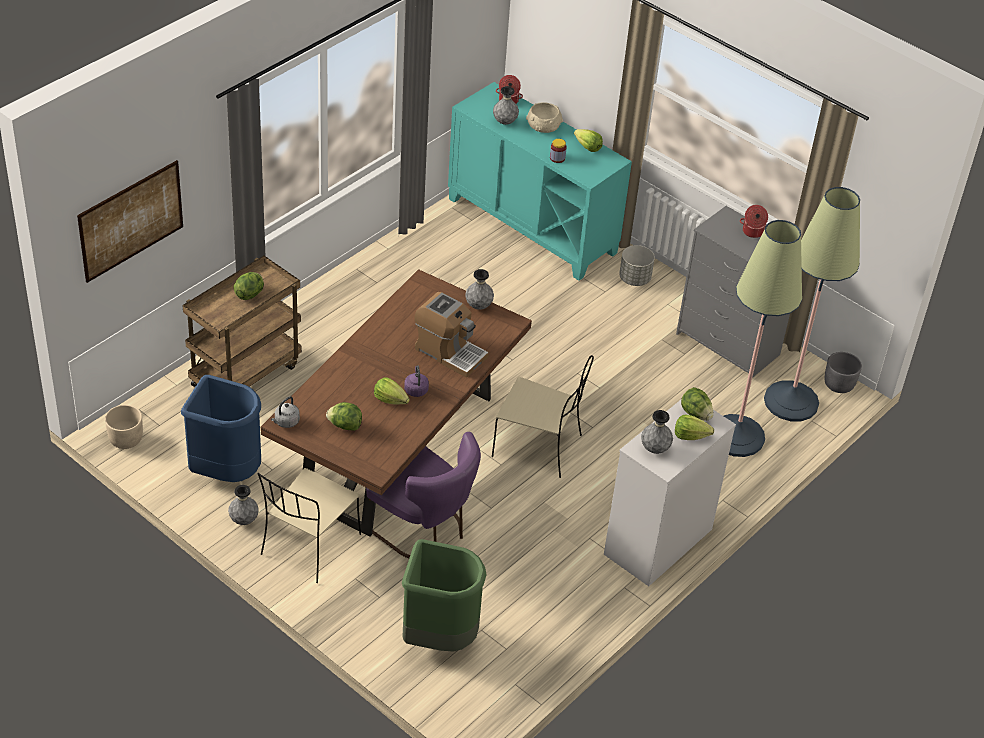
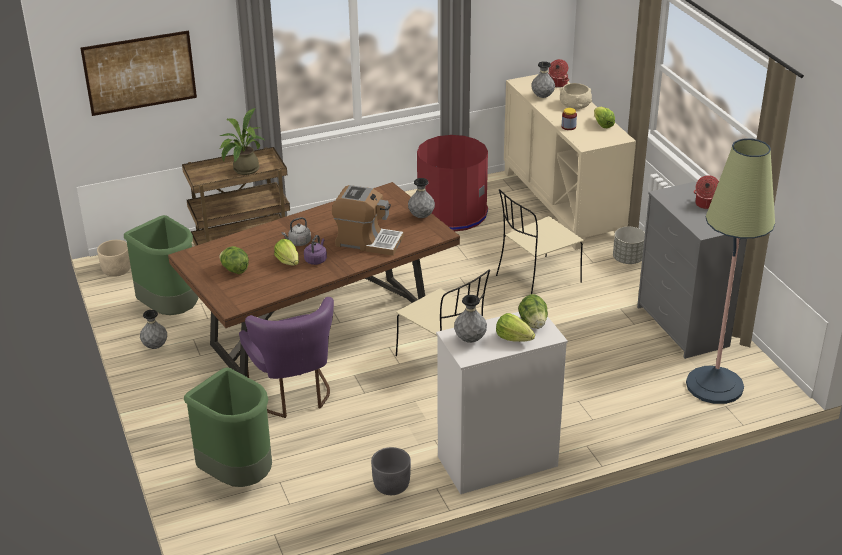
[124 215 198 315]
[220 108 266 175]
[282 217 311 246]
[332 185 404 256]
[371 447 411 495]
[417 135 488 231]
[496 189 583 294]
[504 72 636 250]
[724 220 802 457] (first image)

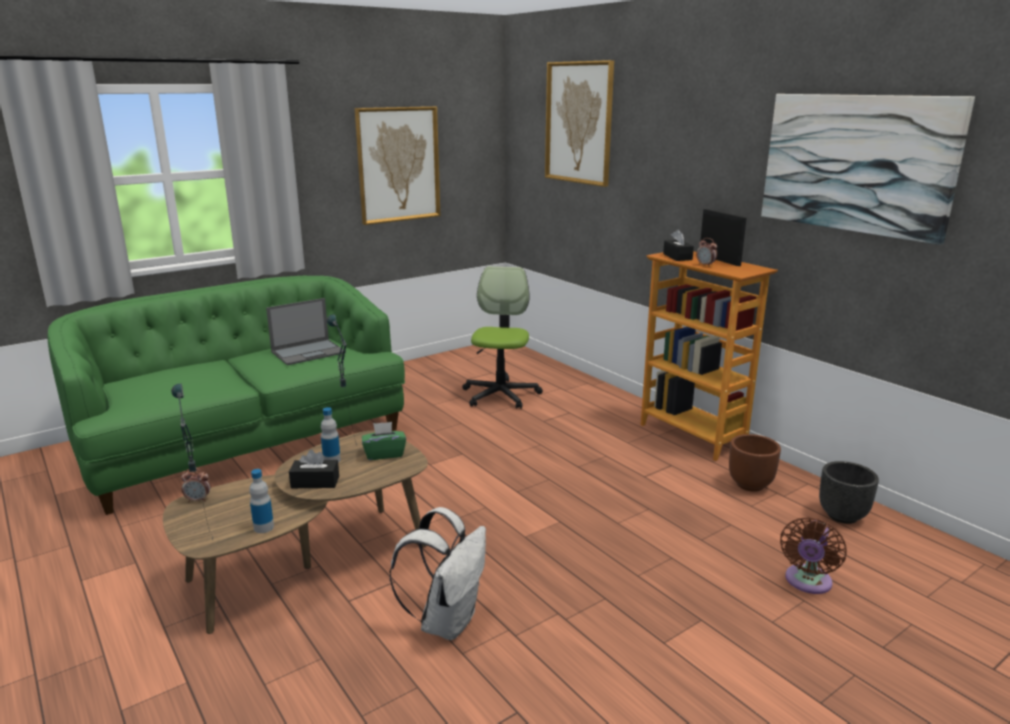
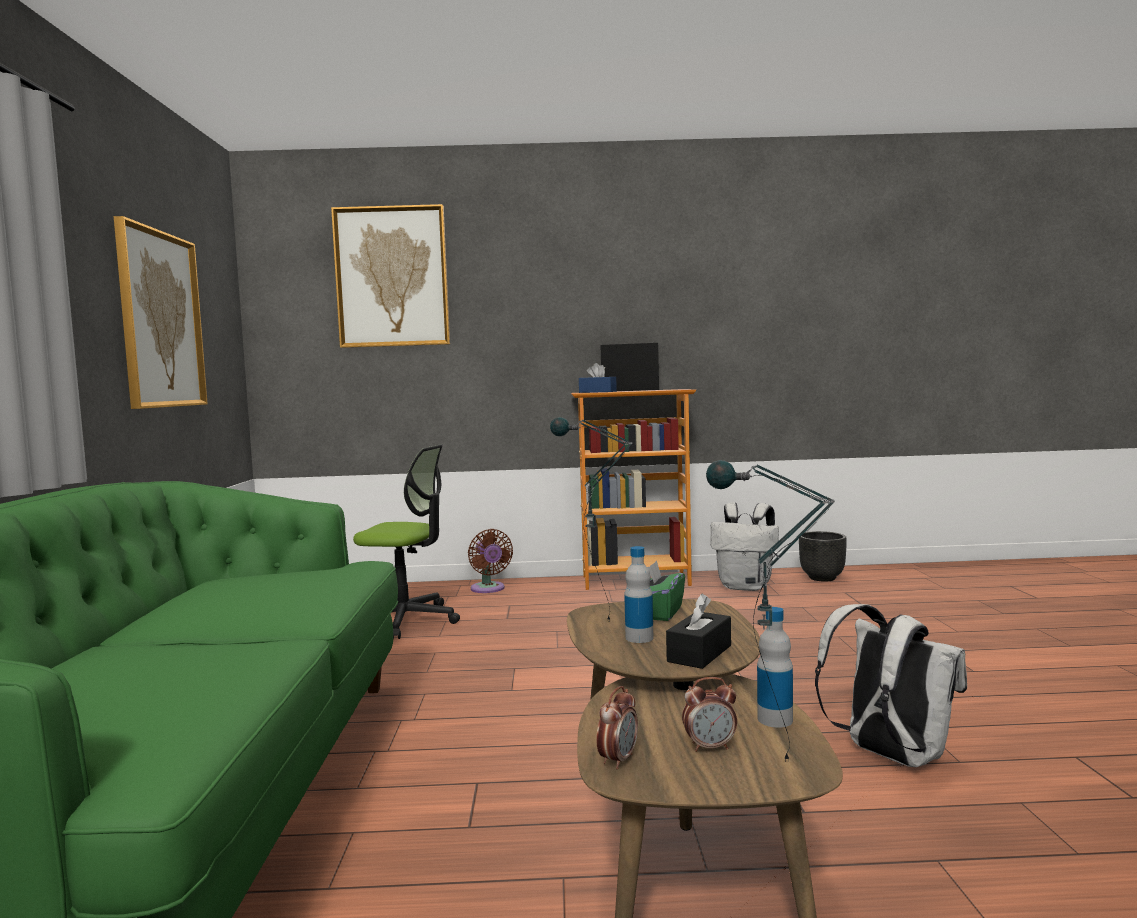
[353 444 460 639]
[468 529 513 593]
[579 363 617 393]
[682 677 737 752]
[710 502 779 591]
[266 298 346 365] (first image)
[761 94 975 245] (first image)

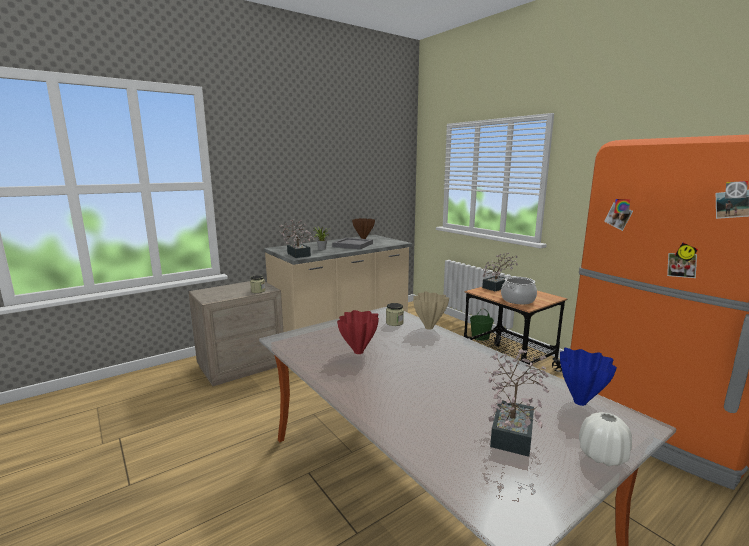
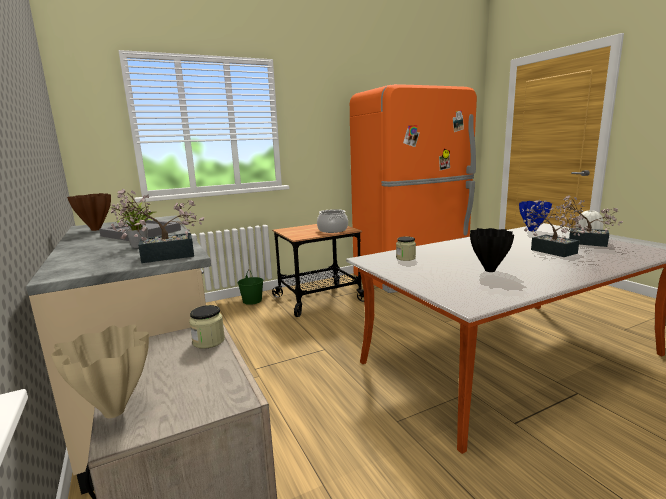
[51 324 149 418]
[470 228 514 272]
[522 200 589 257]

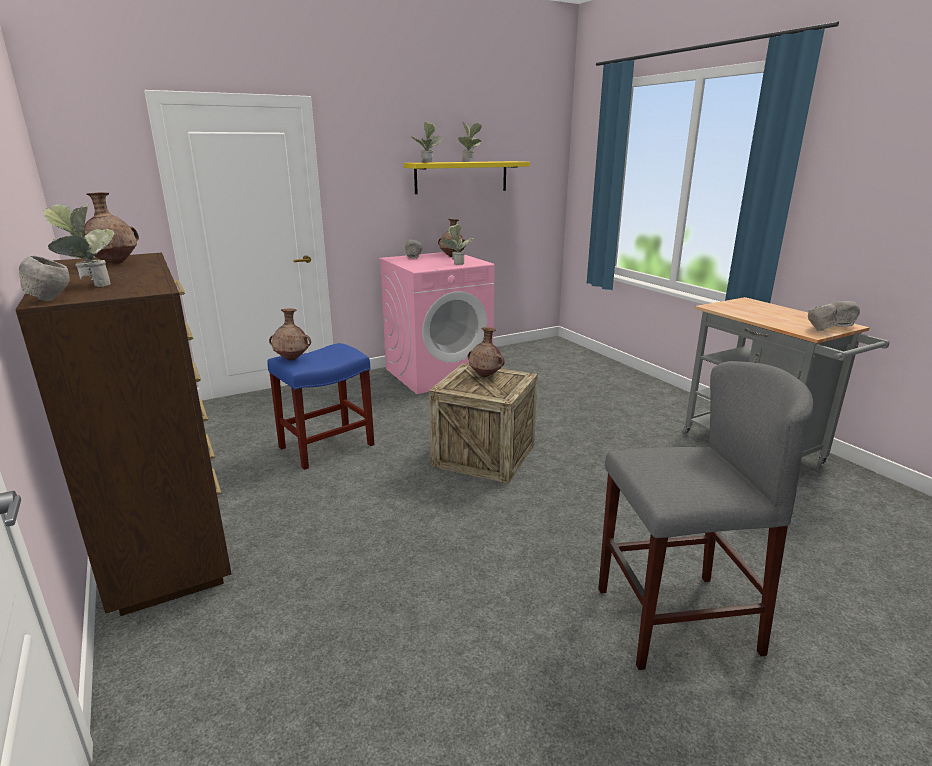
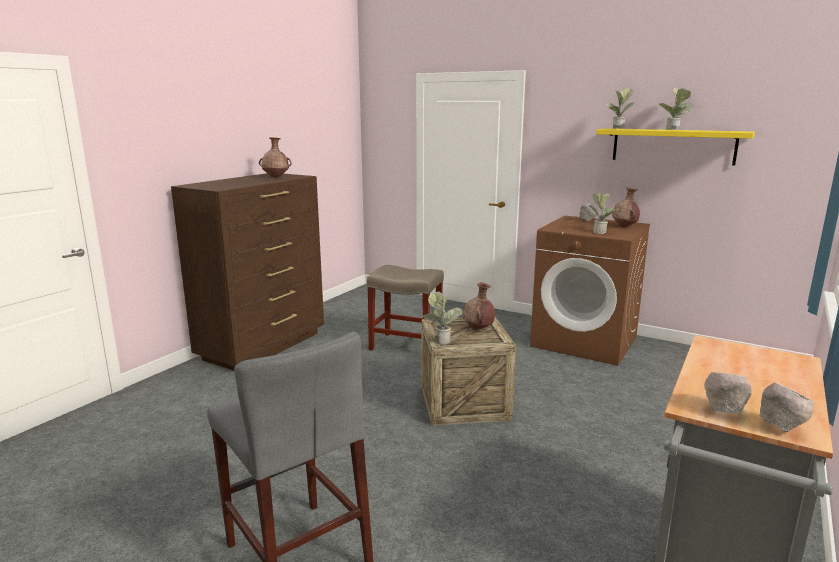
[367 265 444 350]
[422 292 462 344]
[530 216 650 366]
[19 255 70 301] (first image)
[269 309 311 361] (first image)

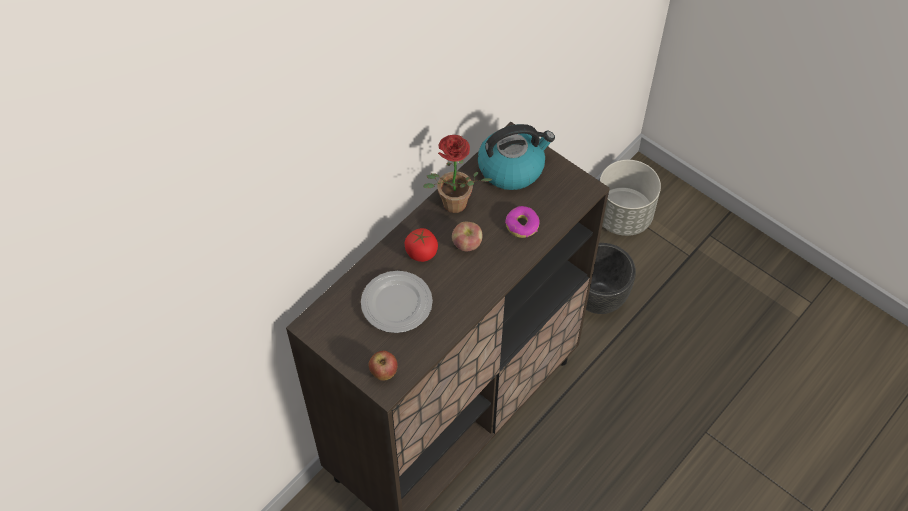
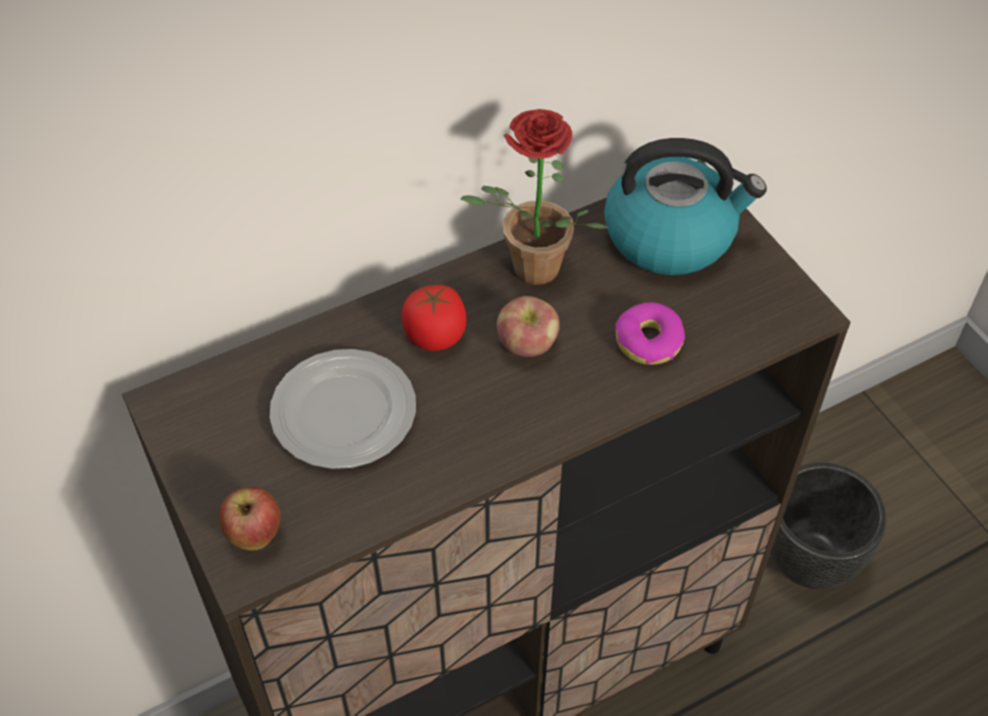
[600 160 661 236] (first image)

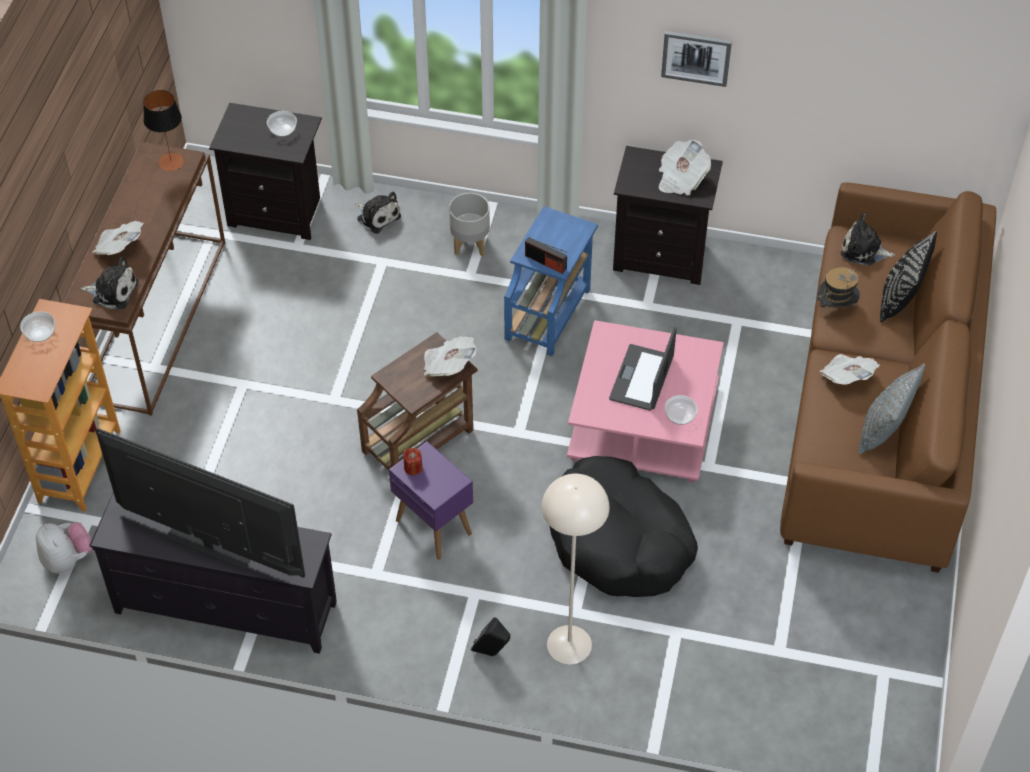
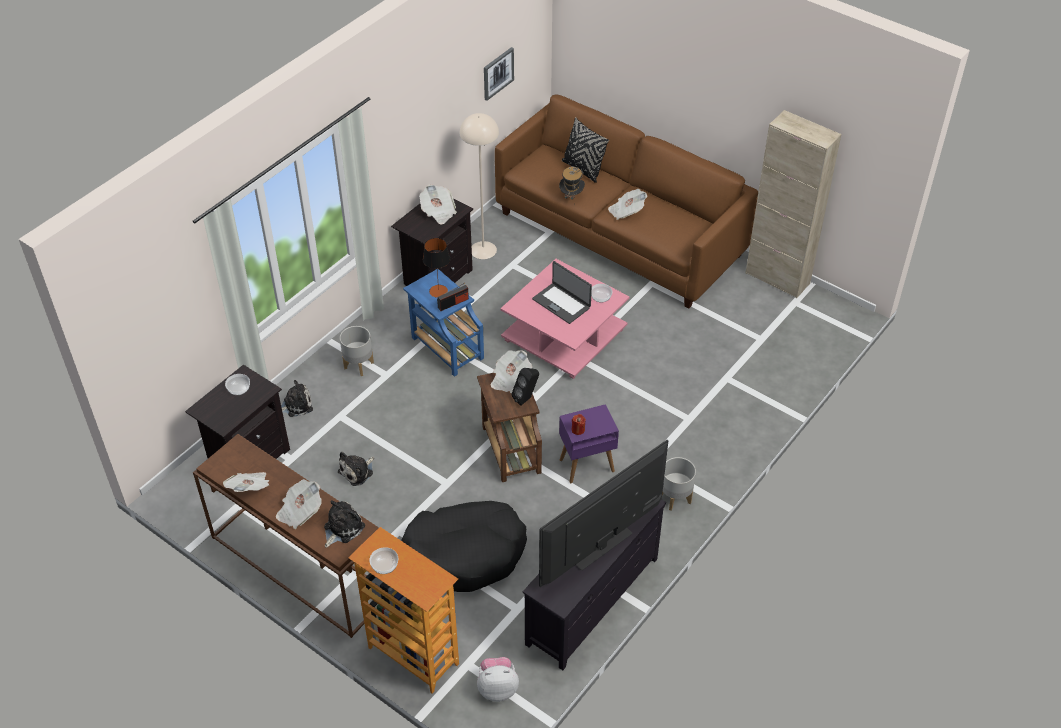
[223 472 269 492]
[338 452 374 486]
[401 501 527 592]
[423 238 450 298]
[460 113 499 259]
[484 47 514 101]
[511 368 539 406]
[662 457 696 511]
[746 110 841 298]
[859 364 925 455] (first image)

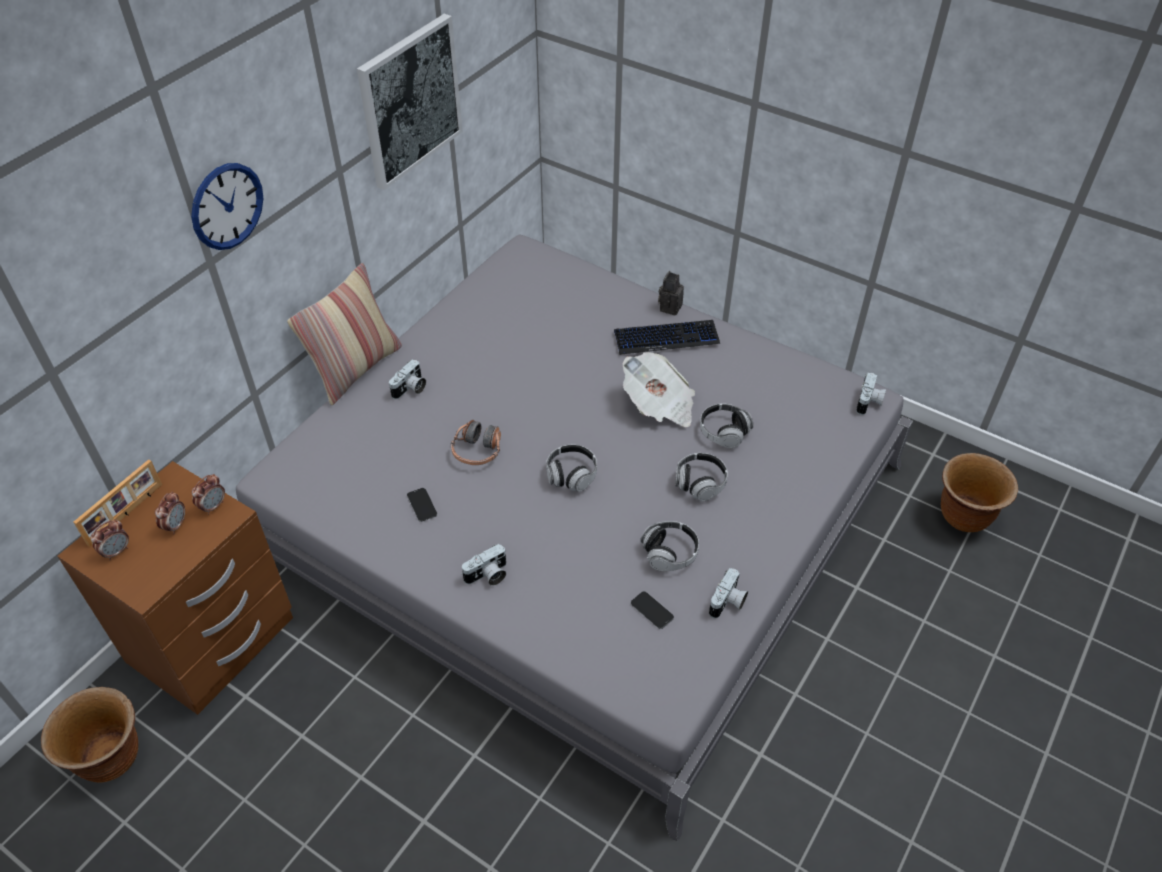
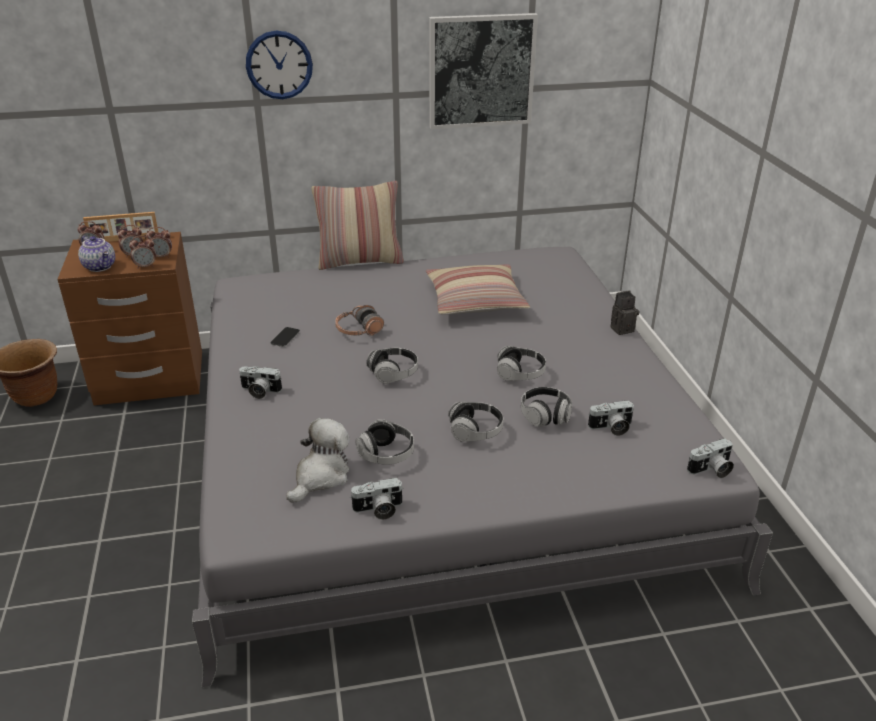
[78 236 115 272]
[129 236 156 269]
[286 418 350 503]
[426 264 530 315]
[496 346 546 381]
[588 400 634 436]
[614 320 720 355] (first image)
[941 453 1018 532] (first image)

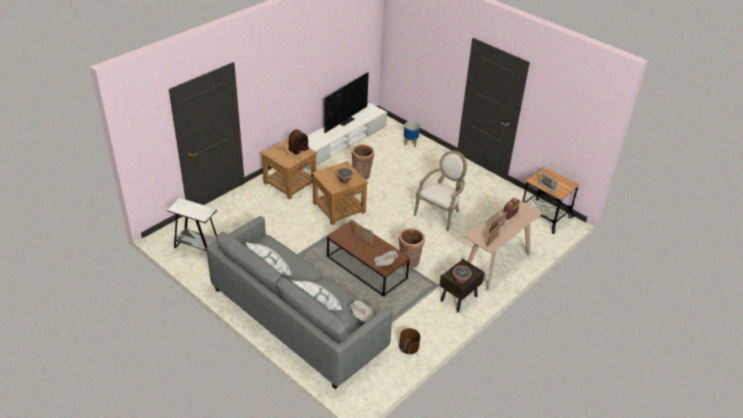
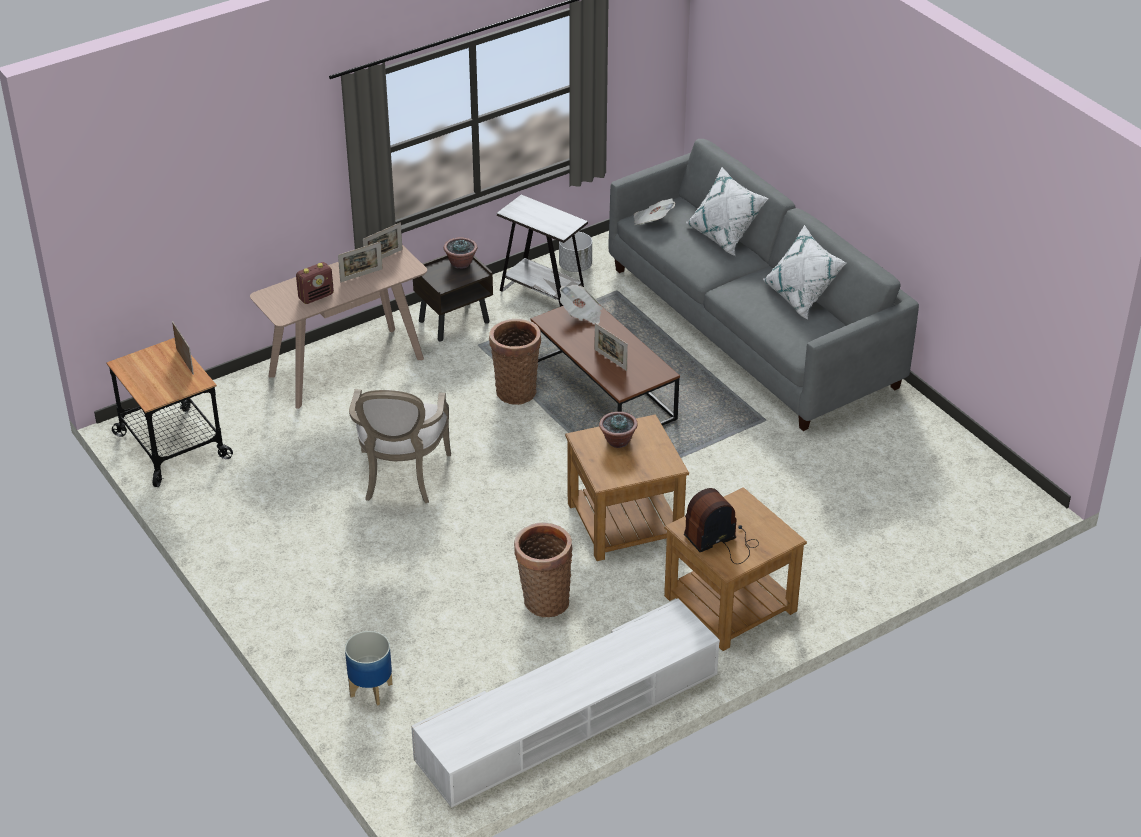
[349 389 451 503]
[497 195 588 307]
[559 232 592 272]
[324 72 369 133] (first image)

